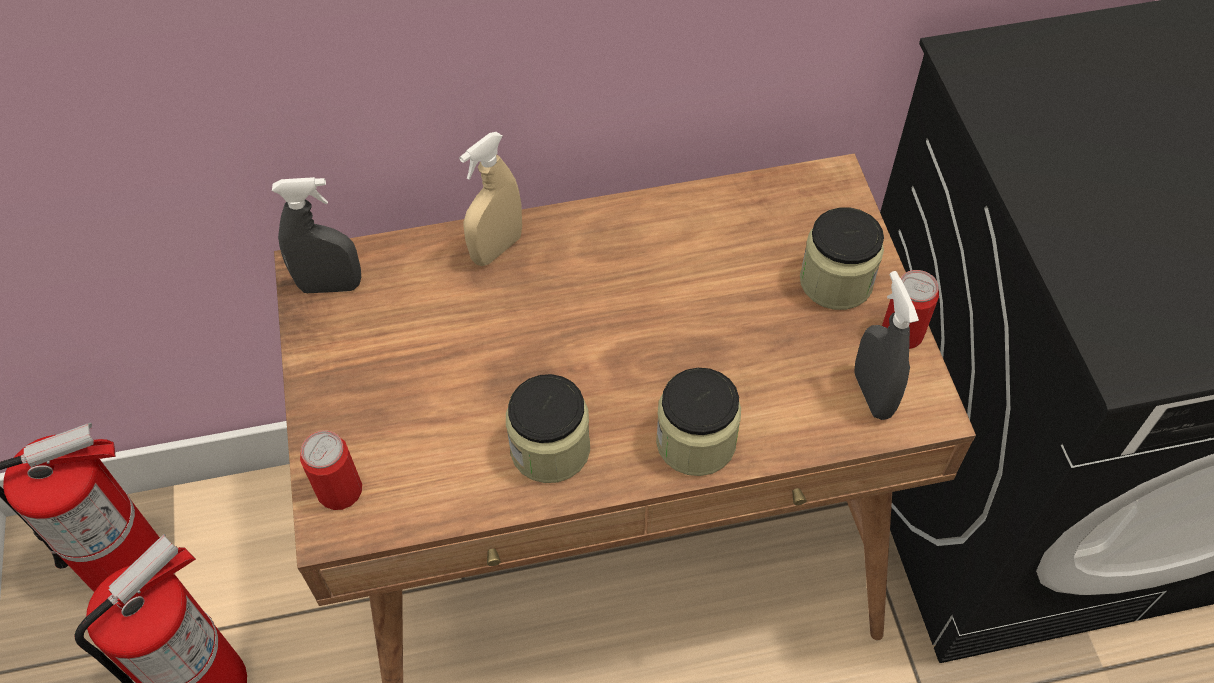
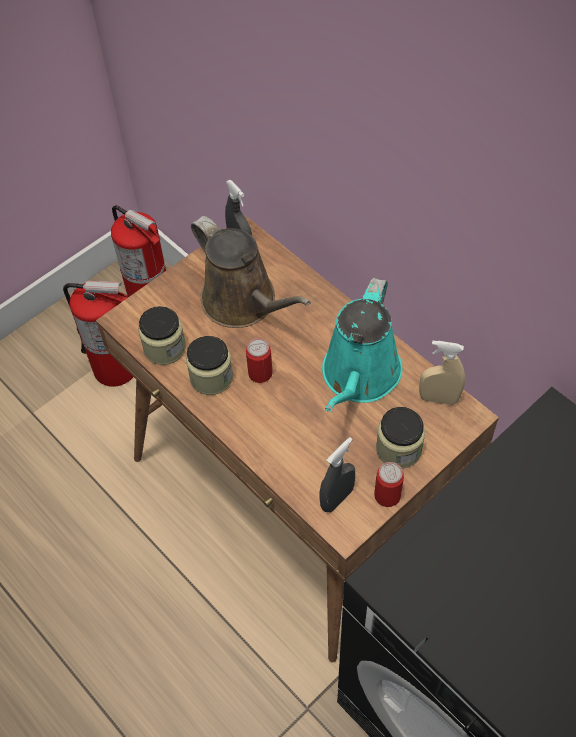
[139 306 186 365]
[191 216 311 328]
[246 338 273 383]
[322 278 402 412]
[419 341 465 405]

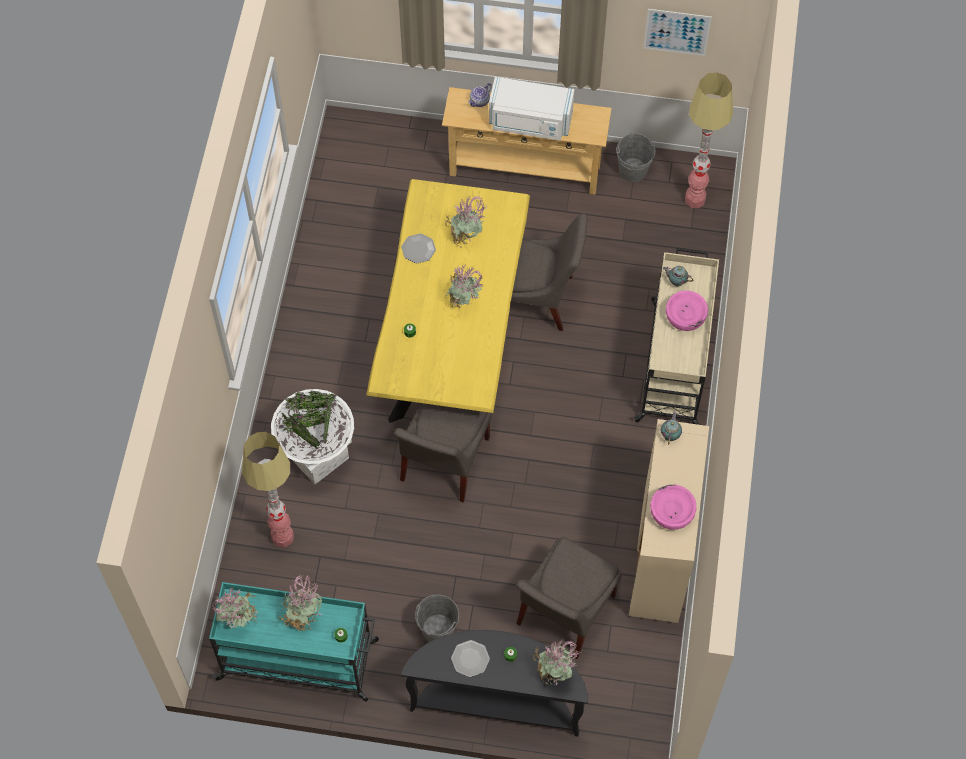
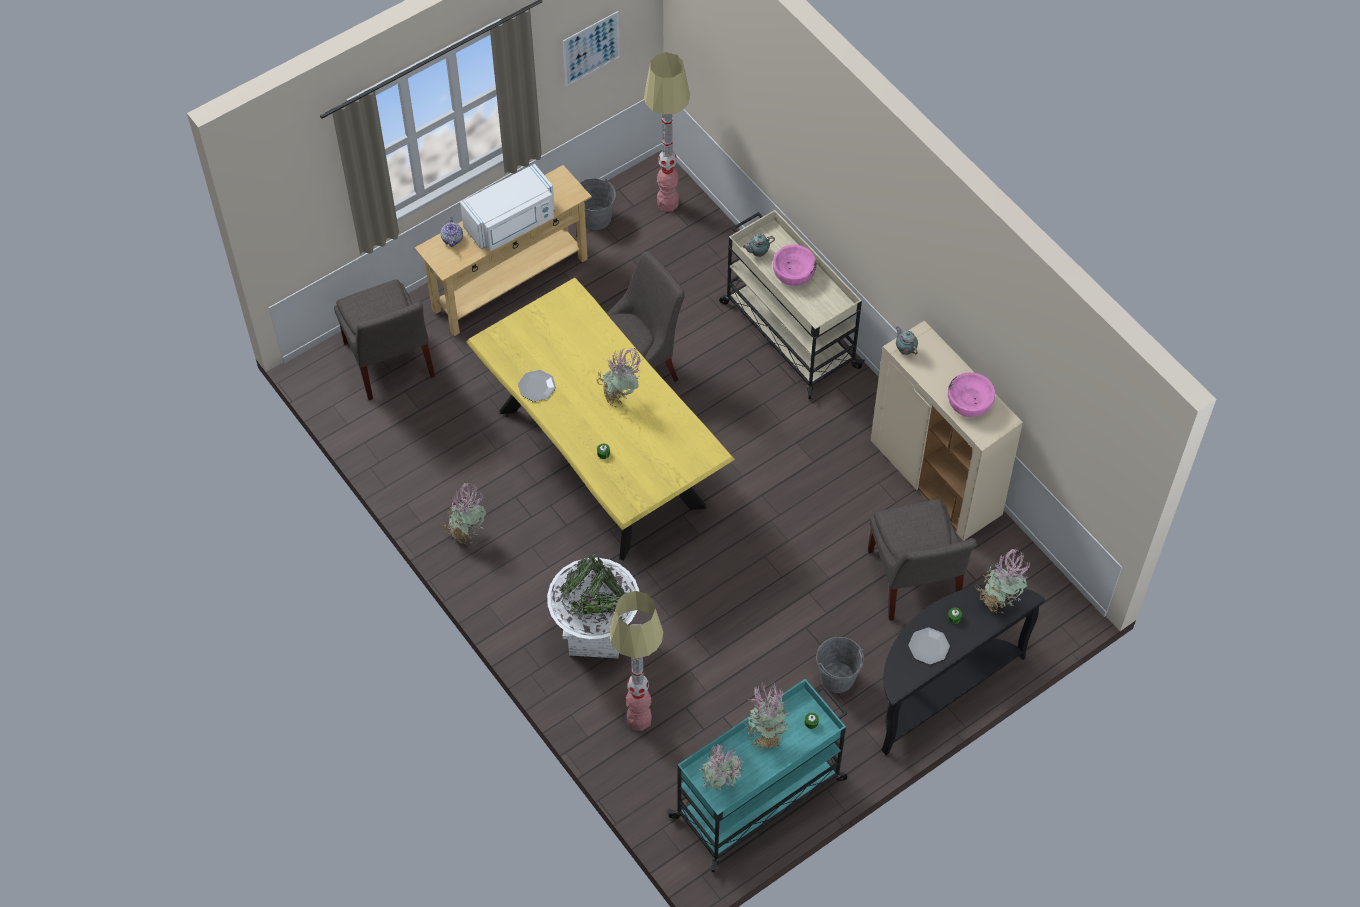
[334 279 435 400]
[441 481 486 544]

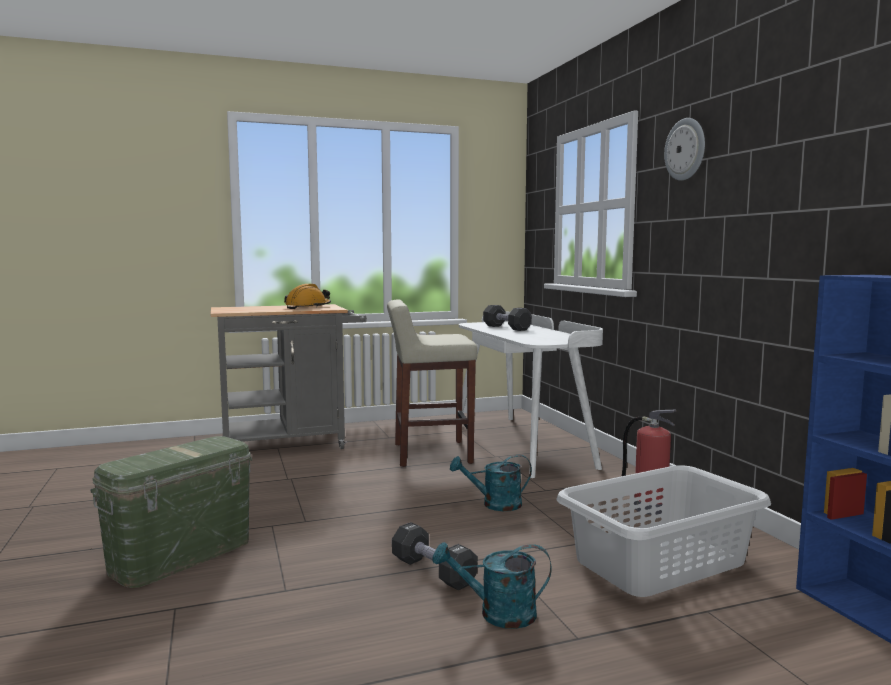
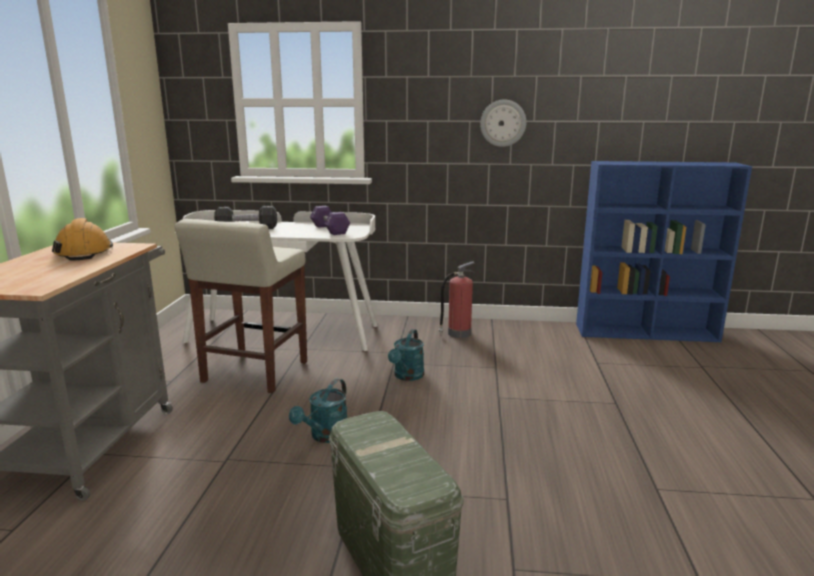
[289 378 347 443]
[310 206 350 235]
[480 99 526 147]
[392 522 478 590] (first image)
[557 465 771 597] (first image)

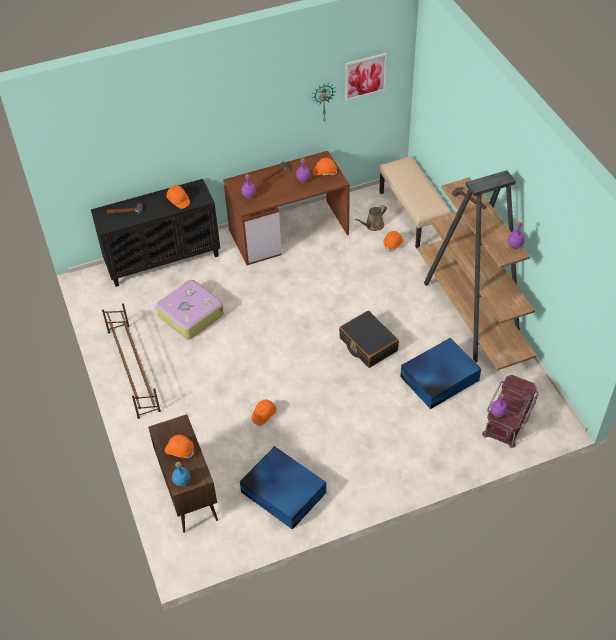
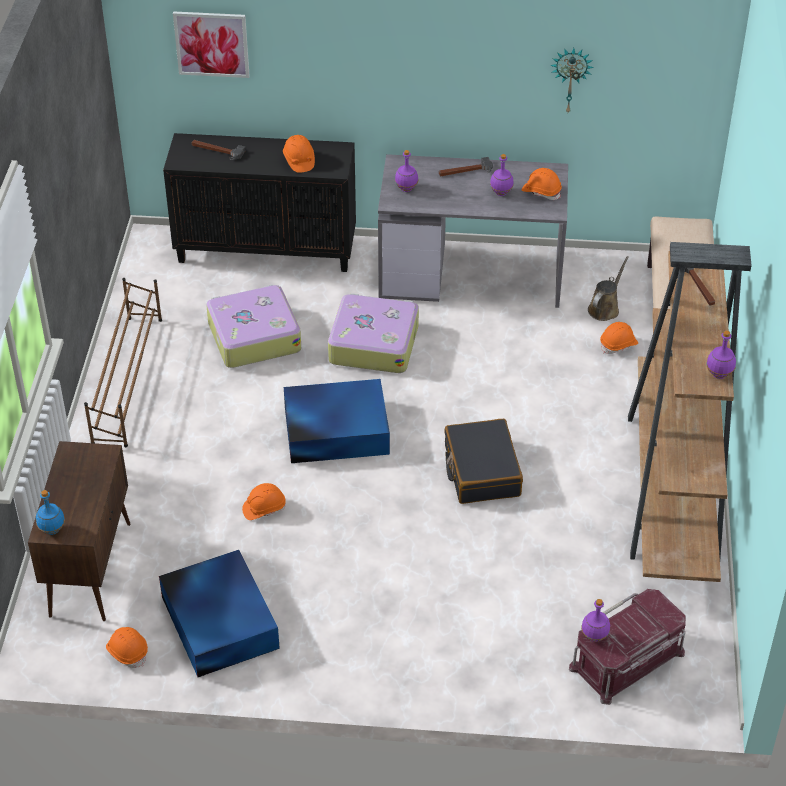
[106 627 148 668]
[173 11 250 78]
[284 379 390 463]
[328 293 419 373]
[378 154 568 308]
[588 256 629 321]

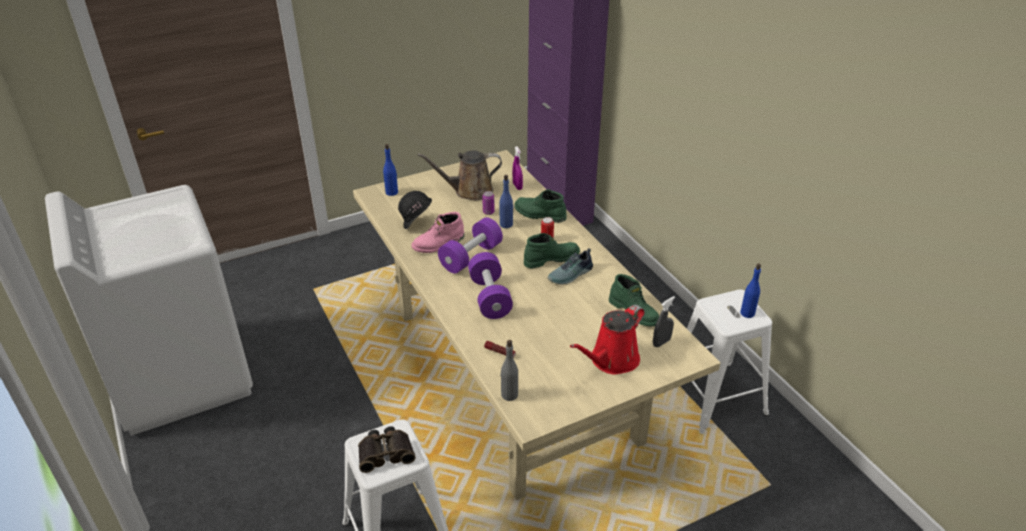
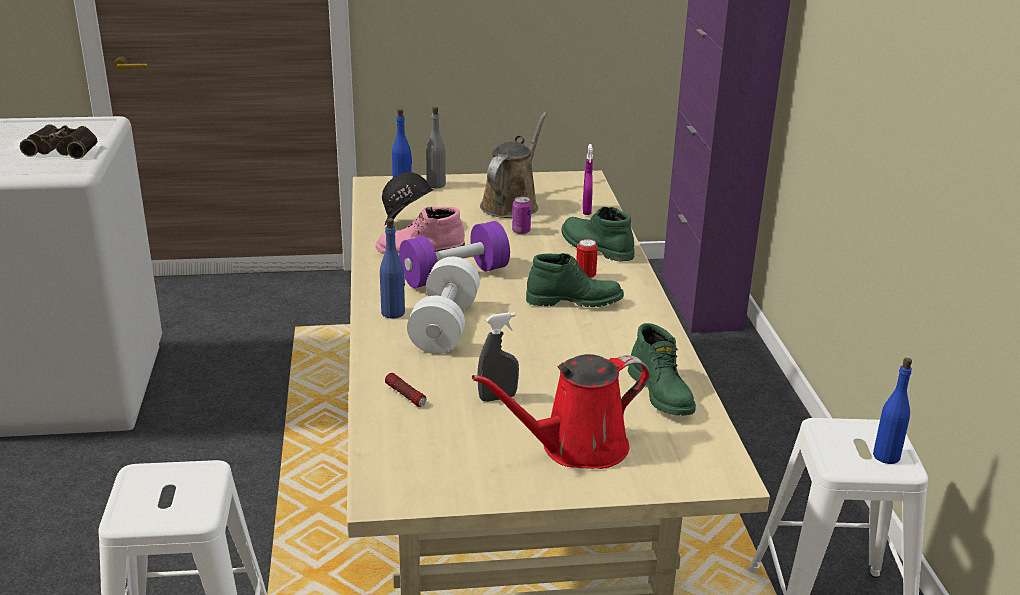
[20 124 97 159]
[380 218 405 318]
[407 257 480 354]
[426 107 446 188]
[477 312 519 402]
[480 112 547 218]
[548 248 593 285] (first image)

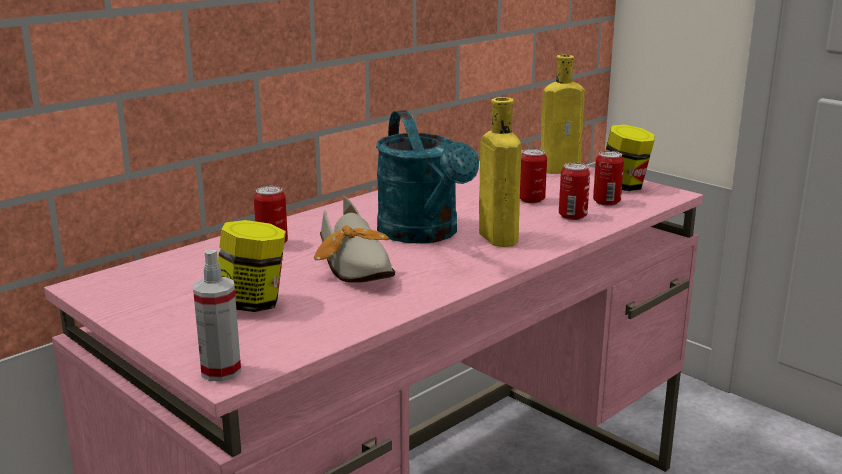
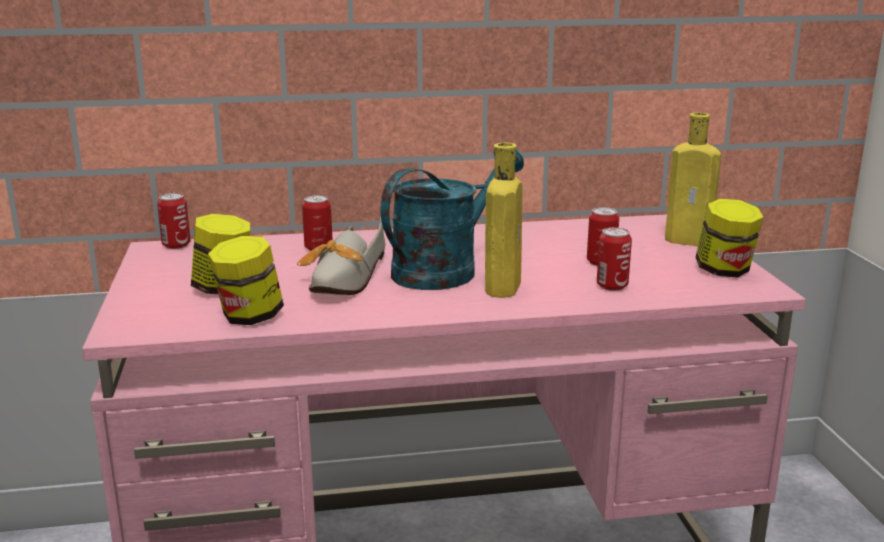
[157 193 190 249]
[208 236 284 325]
[381 149 524 290]
[193 250 241 381] (first image)

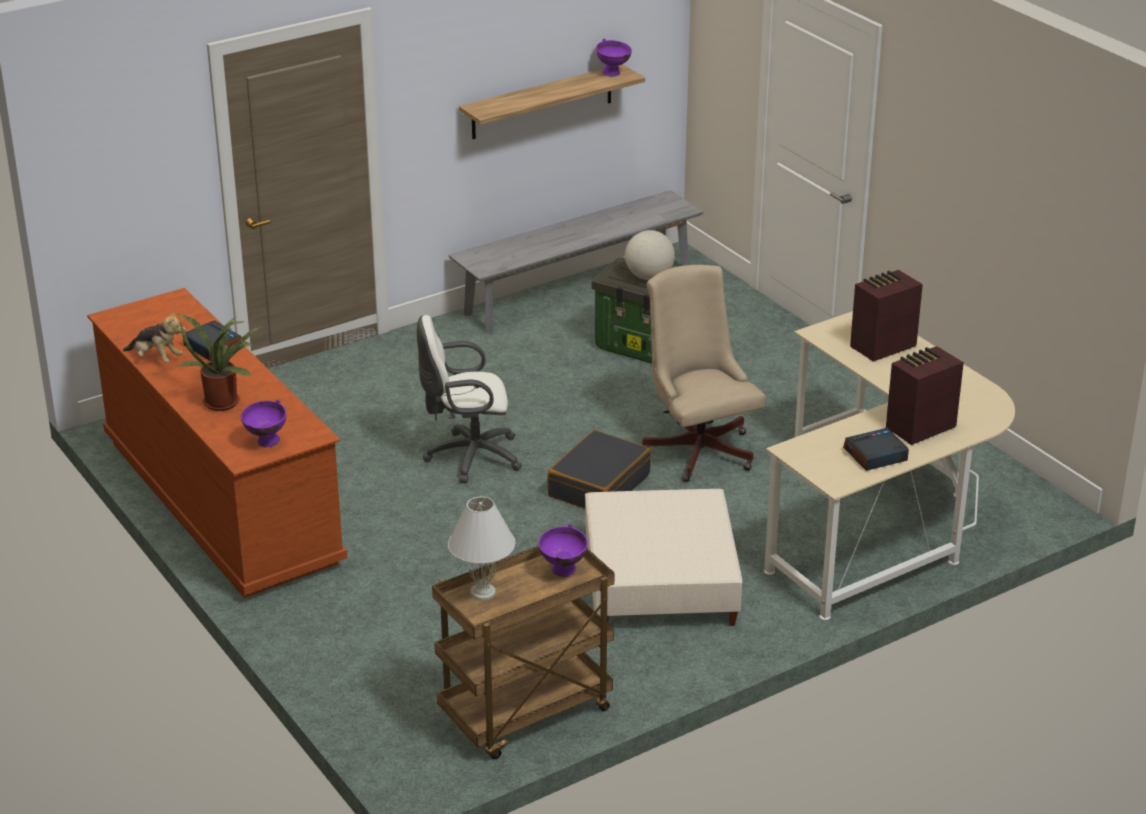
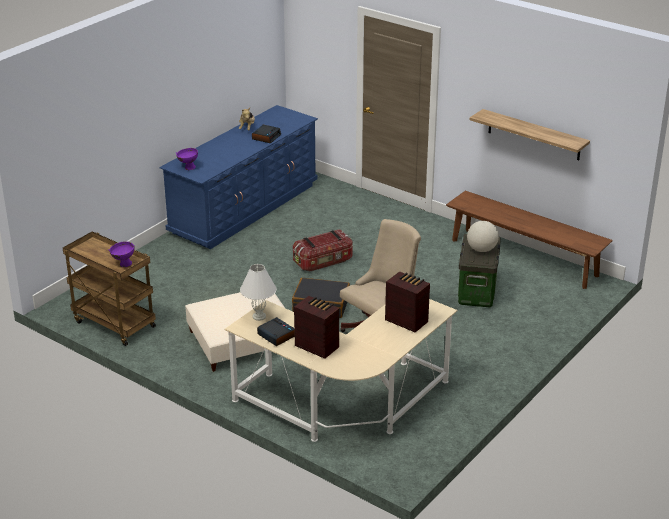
[159 105 318 249]
[240 264 276 321]
[293 229 353 272]
[446 191 613 289]
[175 313 263 411] (first image)
[596 39 632 77] (first image)

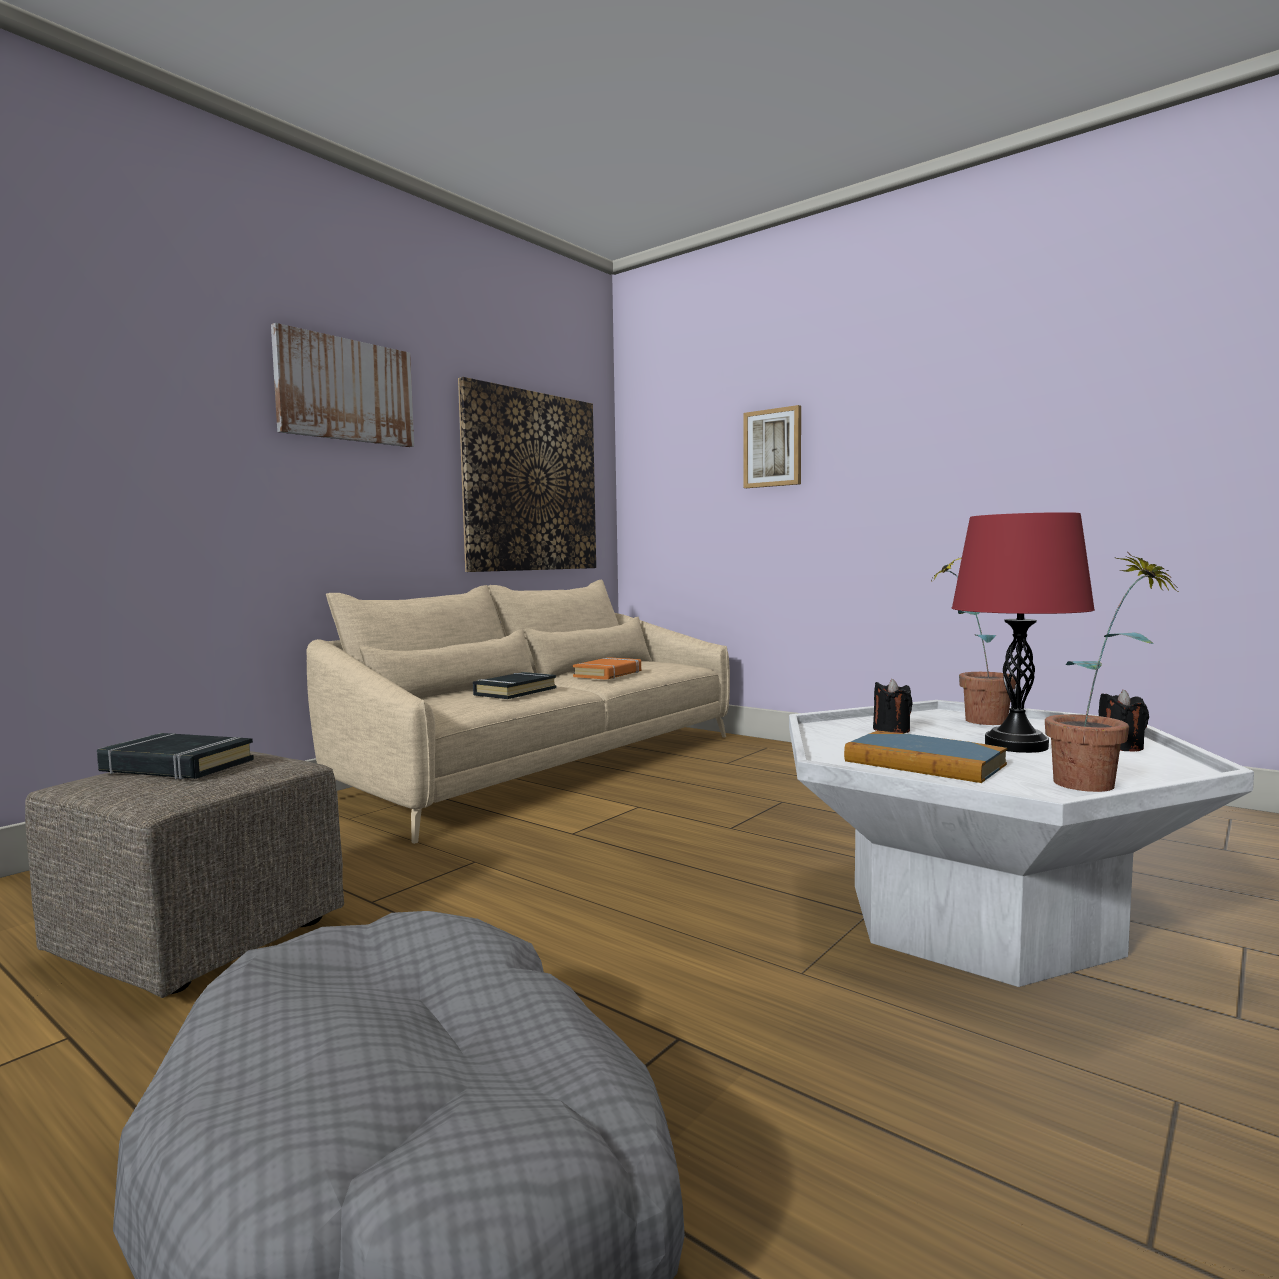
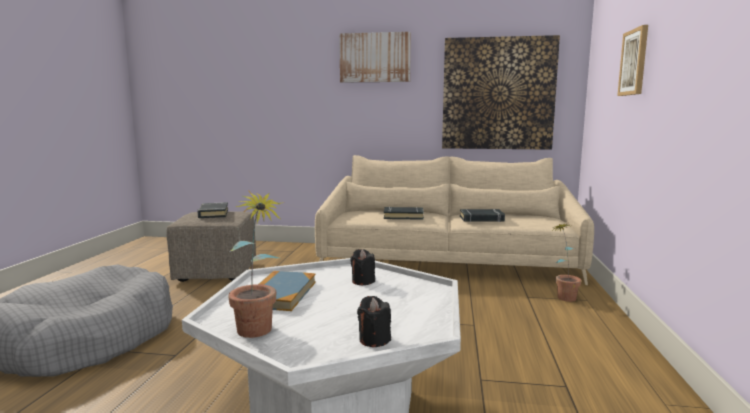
[460 209 505 222]
[552 223 581 302]
[952 512 1095 753] (first image)

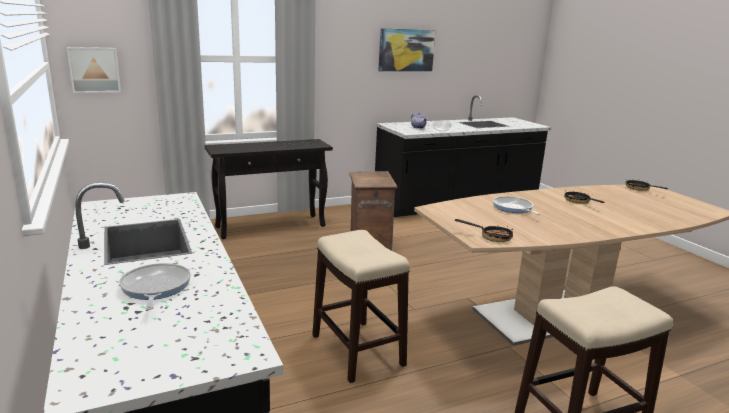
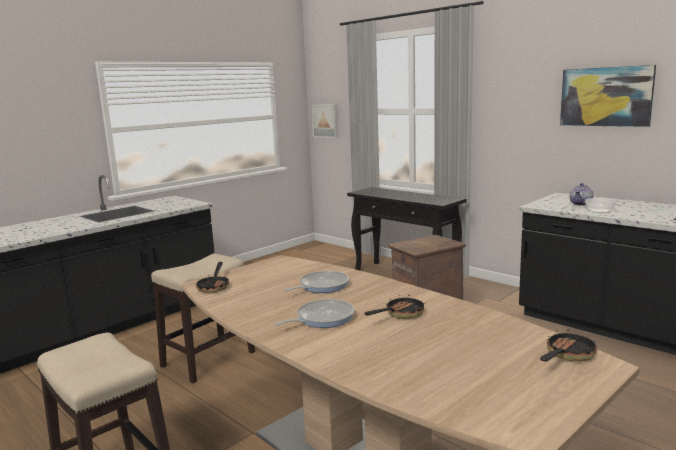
[275 299 354 328]

